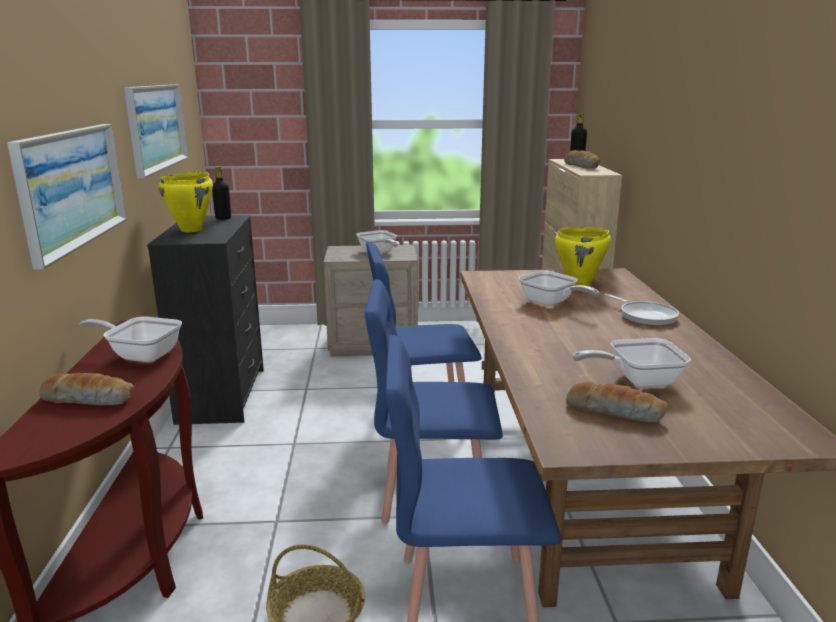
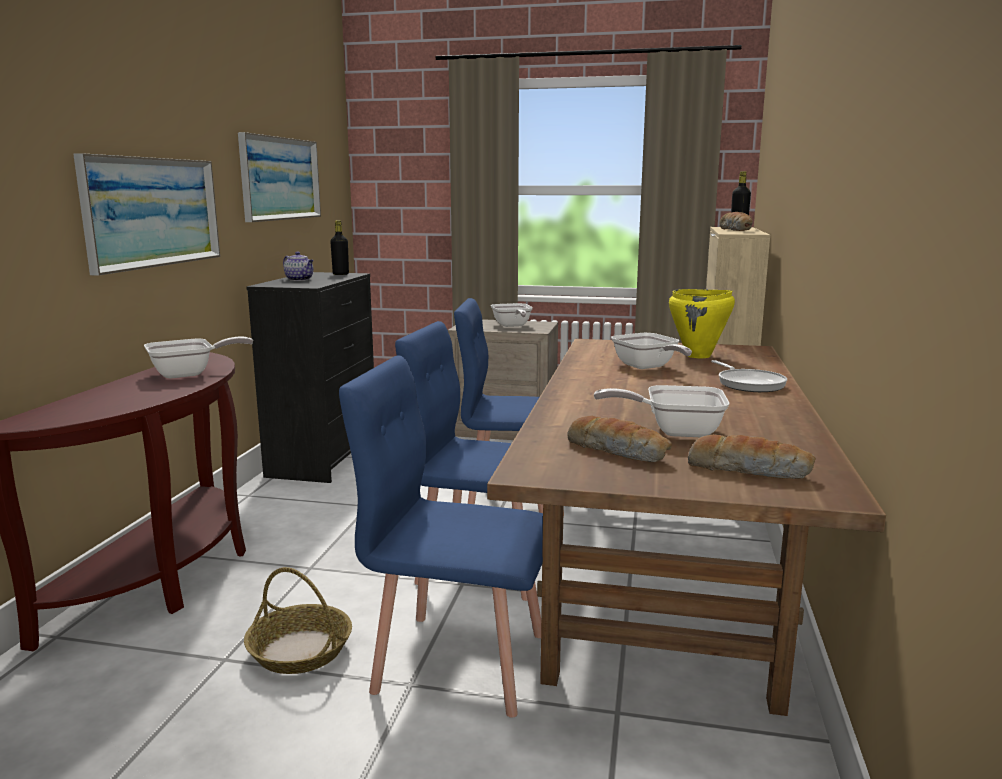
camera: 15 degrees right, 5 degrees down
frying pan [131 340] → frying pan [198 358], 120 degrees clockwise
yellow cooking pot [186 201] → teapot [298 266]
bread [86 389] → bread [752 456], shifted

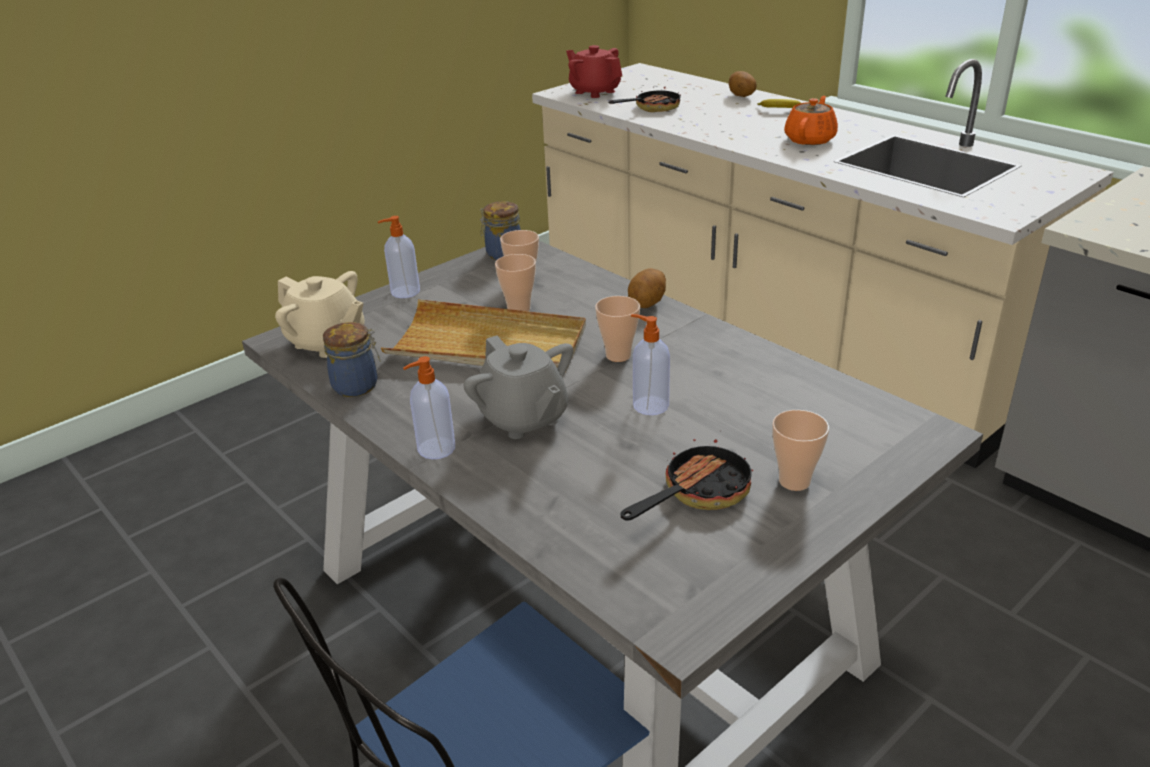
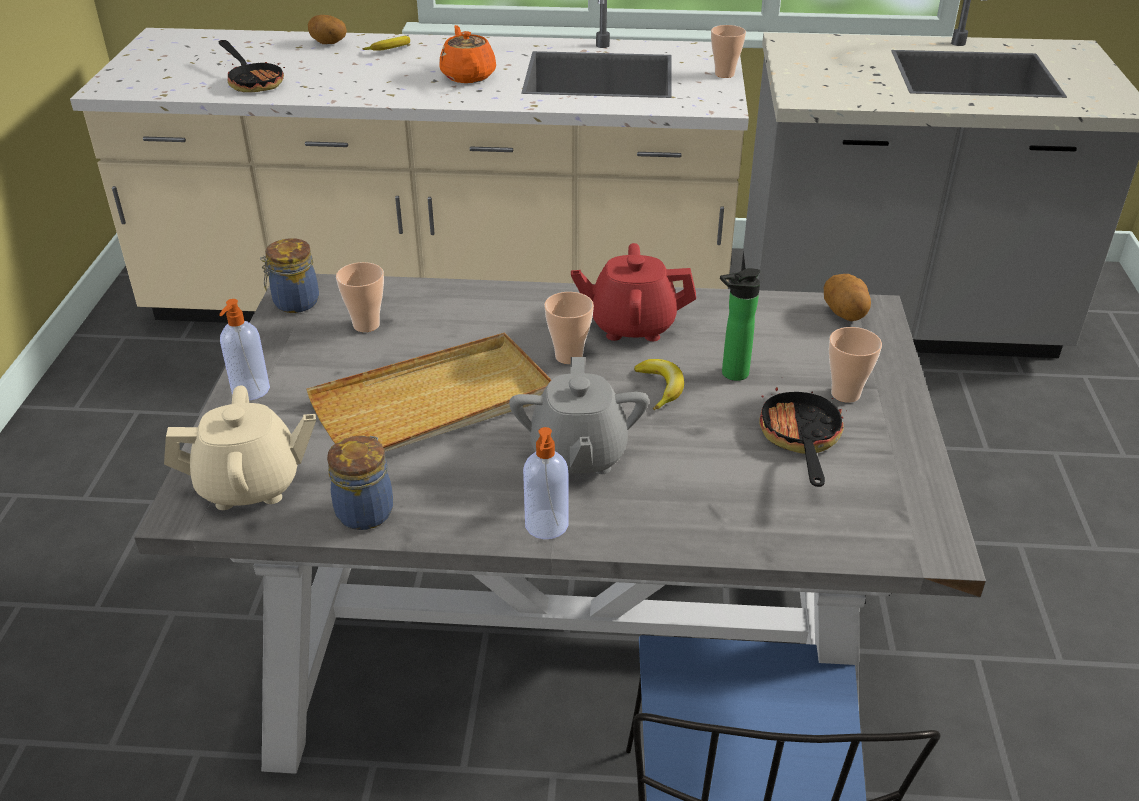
camera: 45 degrees left, 5 degrees up
frying pan [644 99] → frying pan [252 66], 135 degrees clockwise
grey teapot [518 387] → grey teapot [579 415], 75 degrees clockwise
red teapot [594 71] → red teapot [633 292], shifted
soap dispenser [650 364] → banana [659 384]
cup [515 282] → cup [728 51], shifted
- → bottle [740 324]
potato [647 288] → potato [847 297], shifted

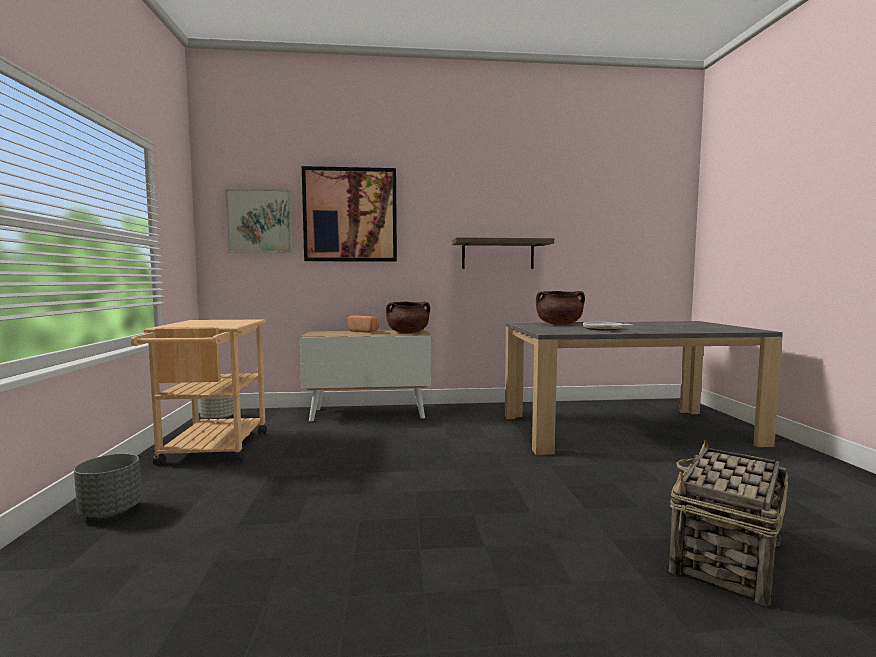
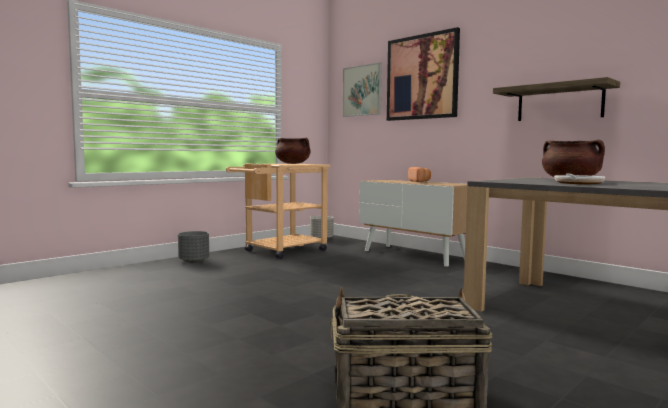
camera: 50 degrees right, 0 degrees up
brown cooking pot [408 317] → brown cooking pot [292 151], shifted

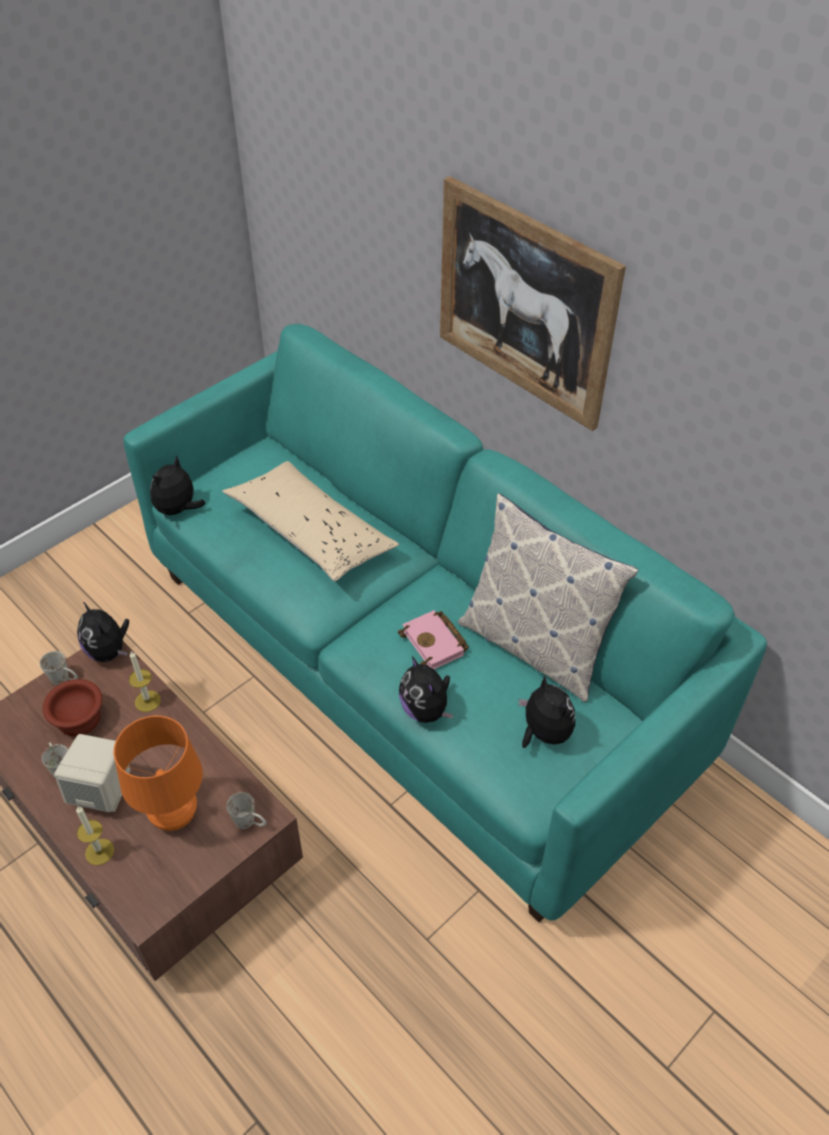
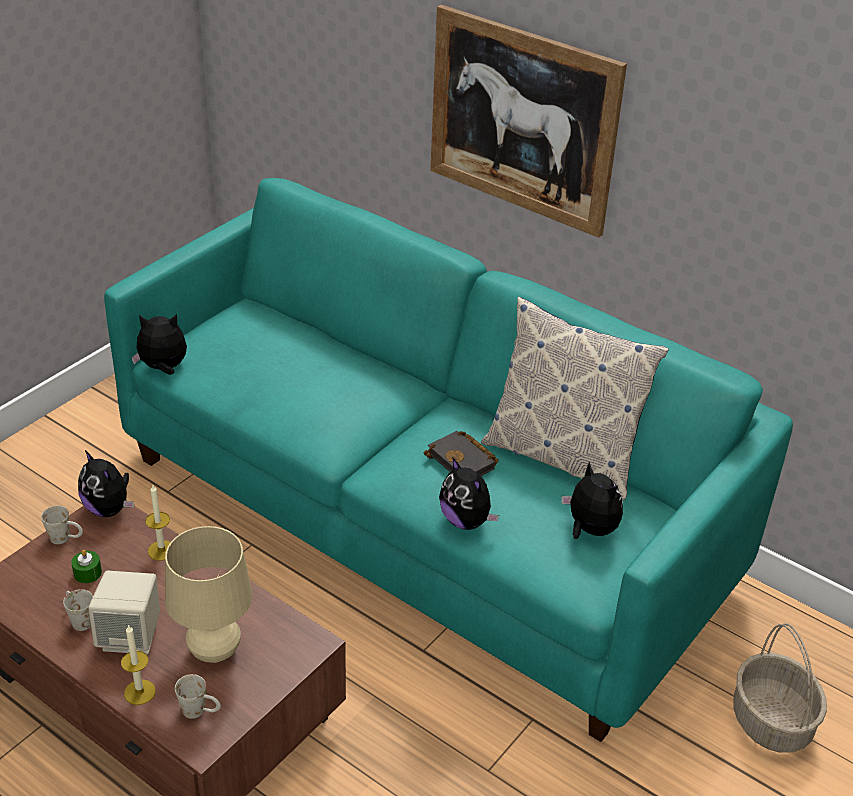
camera: 10 degrees left, 10 degrees down
brown bowl [72 707] → green candle [86 566]
plush toy [177 487] → plush toy [159 344], 60 degrees clockwise
orange table lamp [158 773] → beige table lamp [208 594]
white mug [246 810] → white mug [198 696], shifted
pink book [433 639] → black book [461 453]
- → basket [780 687]
beige pillow [310 521] → -

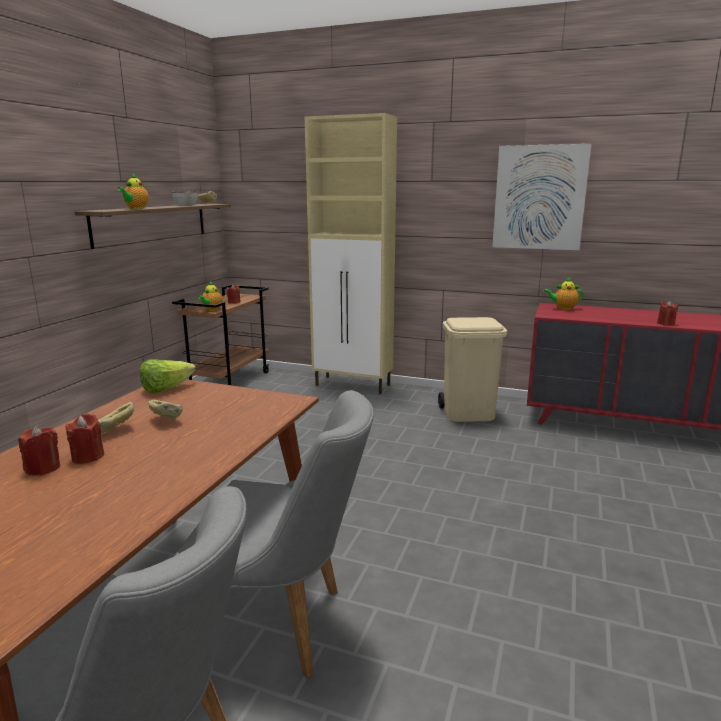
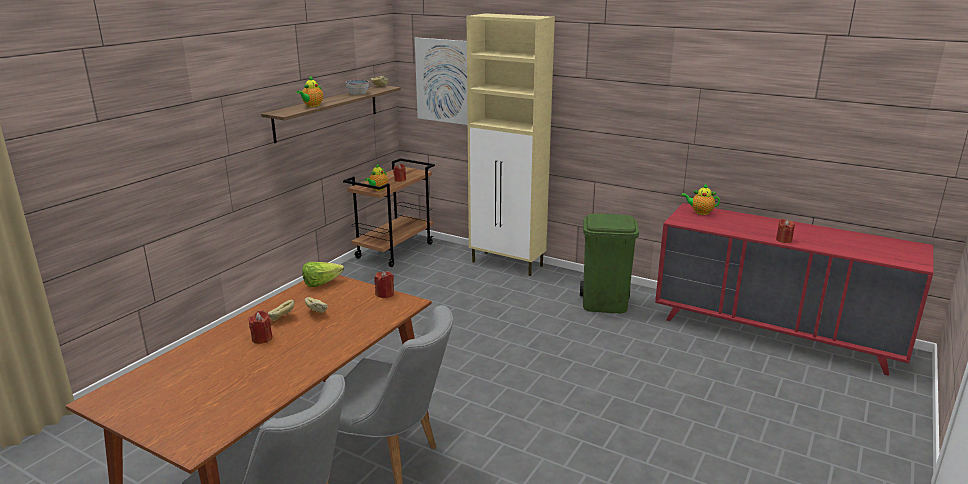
camera: 10 degrees right, 5 degrees up
red candle [39 450] → red candle [384 284], shifted
picture [541 197] → picture [441 81], shifted
beige trash can [472 369] → green trash can [609 263]

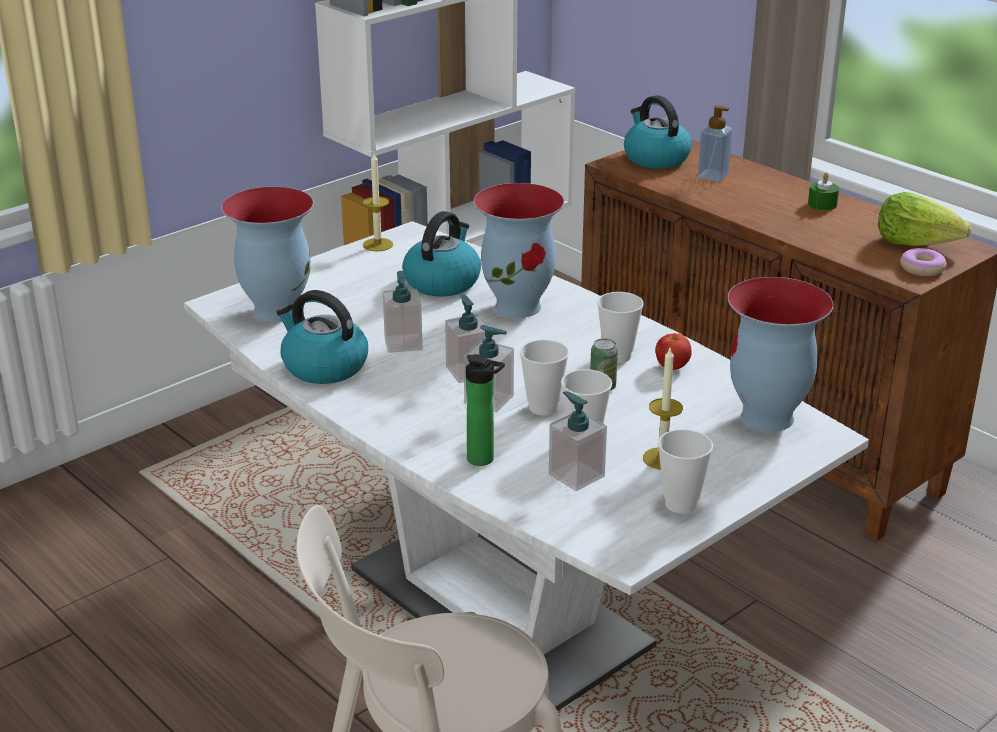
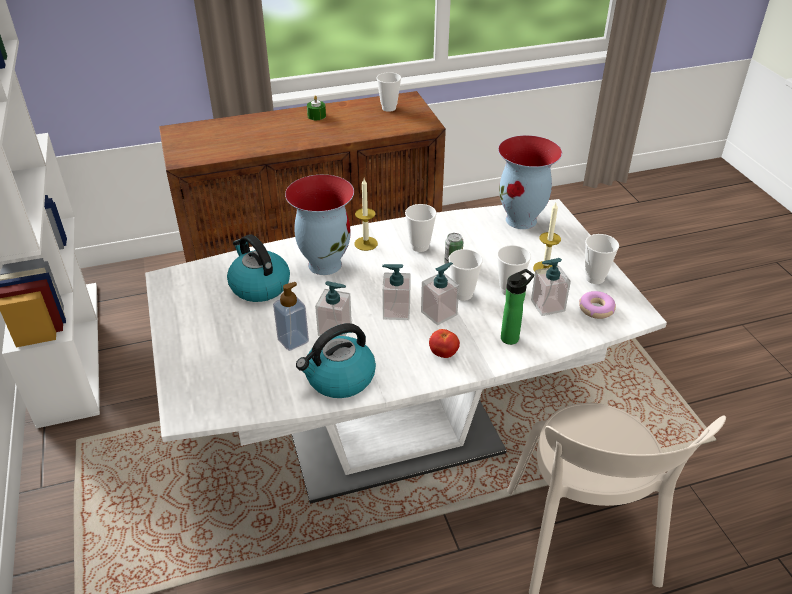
camera: 65 degrees left, 10 degrees up
soap dispenser [715 144] → soap dispenser [291 316], shifted
candle [378 202] → candle [366 215], shifted
lettuce [924 219] → cup [388 92]
tomato [673 351] → tomato [444 343], shifted
donut [923 262] → donut [597 305], shifted
vase [267 254] → -
kettle [658 132] → -

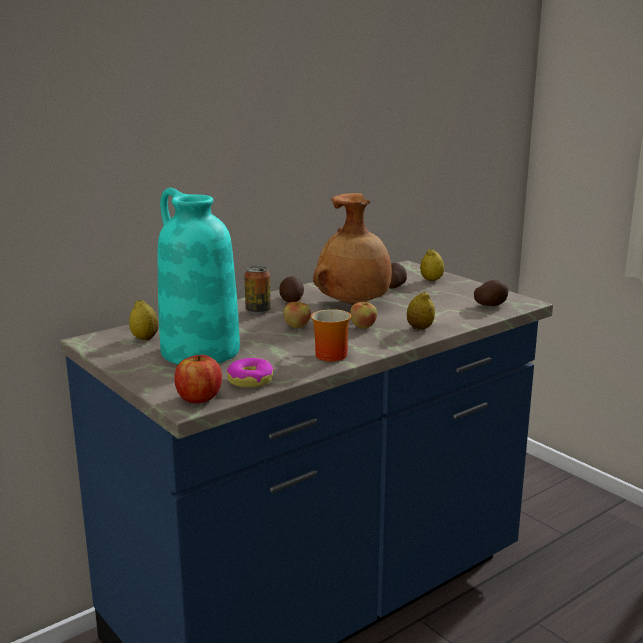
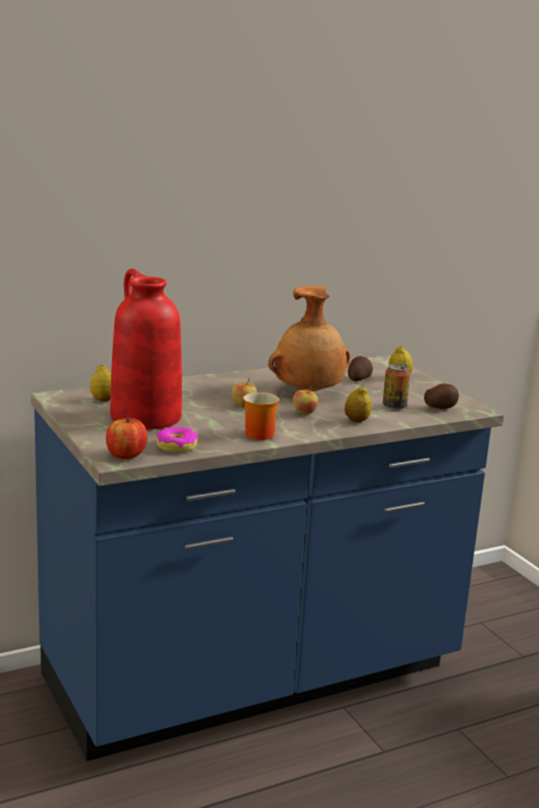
camera: 10 degrees right, 0 degrees up
turquoise vase [199 276] → red vase [146 349]
can [257 290] → can [396 387], shifted
potato [291 289] → -

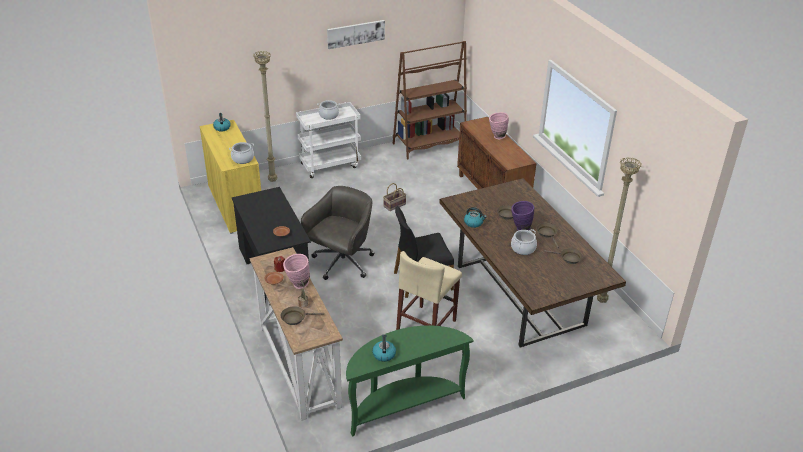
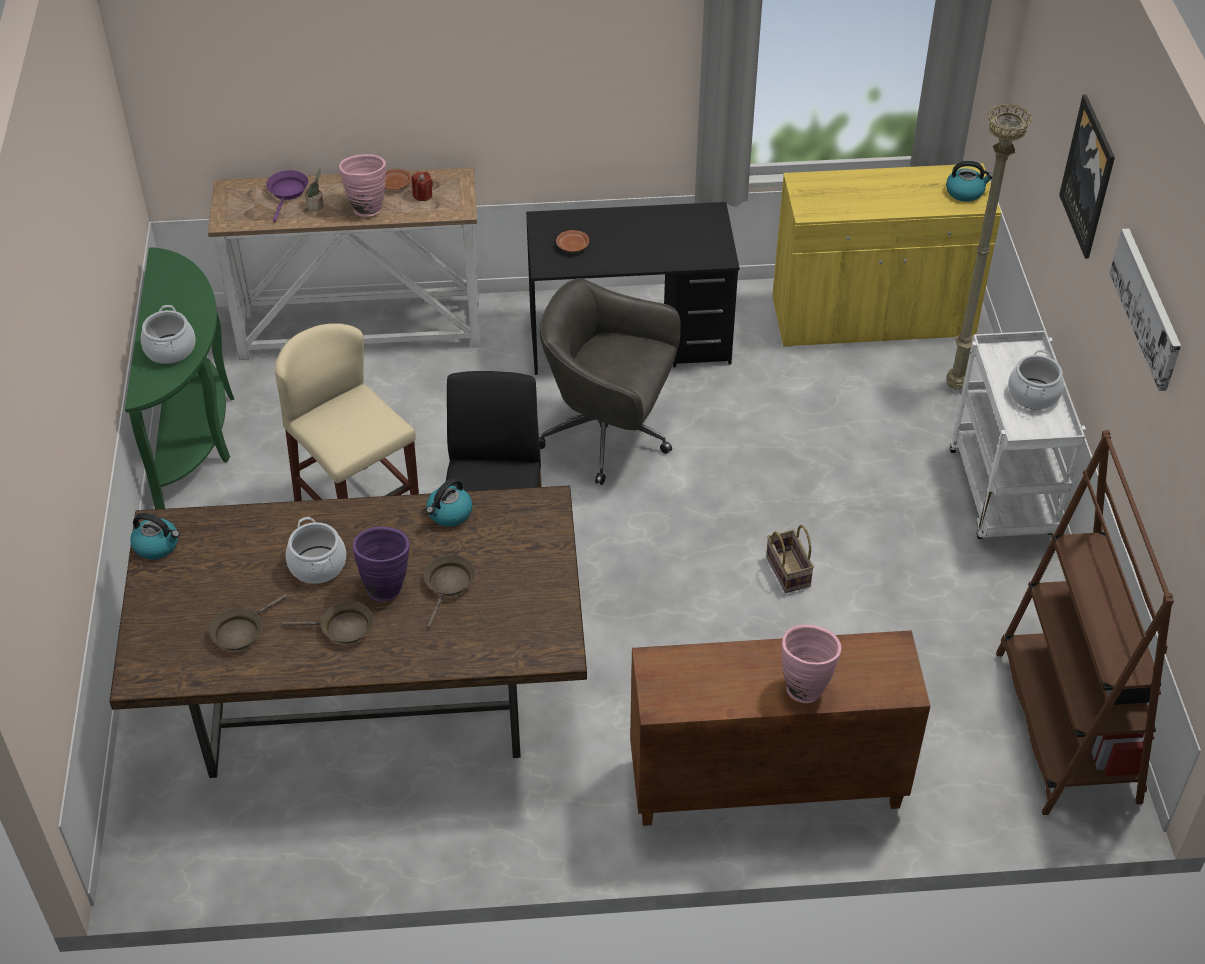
camera: 110 degrees right, 10 degrees up
kettle [384 348] → kettle [155 536], shifted
cooking pot [241 153] → cooking pot [168 334], shifted
brown frying pan [302 315] → purple frying pan [287 196]
grey office chair [338 233] → grey office chair [610 381], 150 degrees clockwise
- → picture [1087 177]
beige floor lamp [619 230] → -

